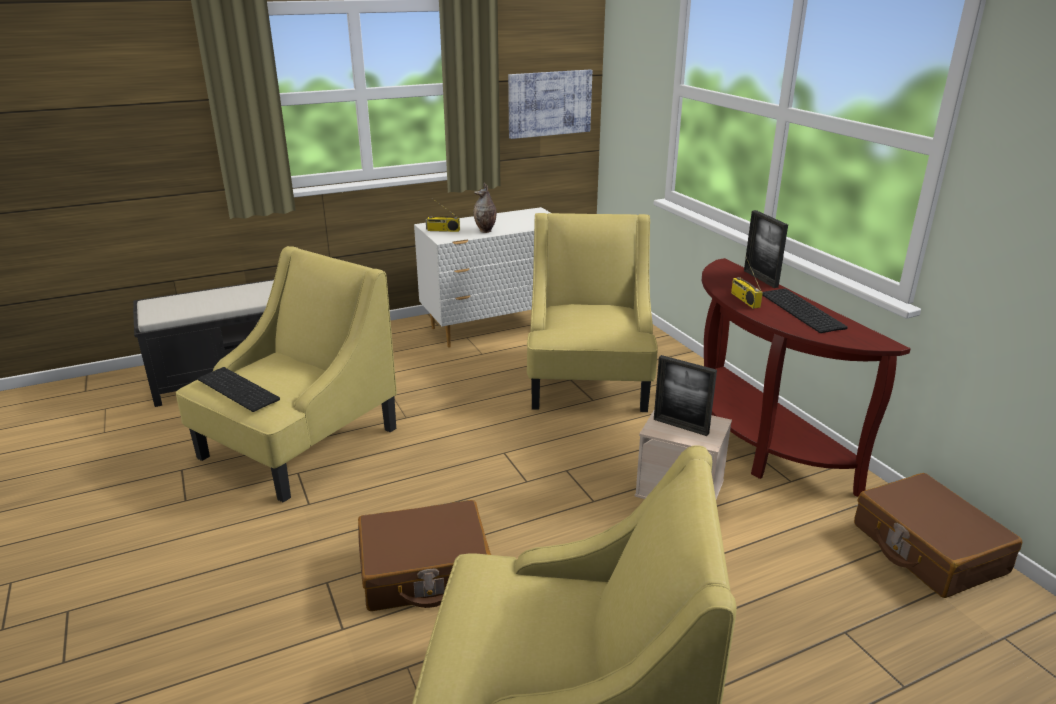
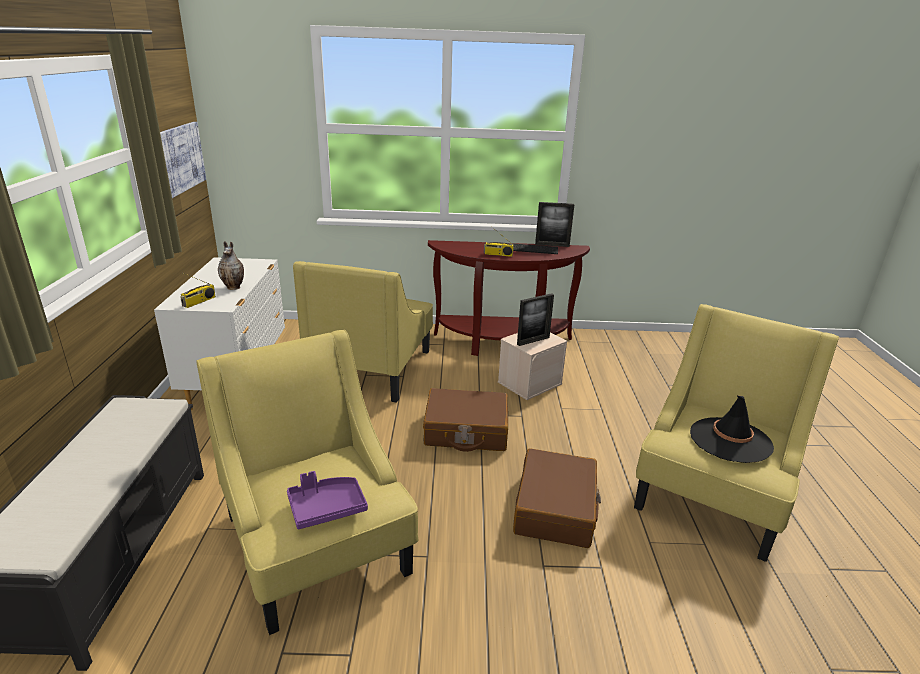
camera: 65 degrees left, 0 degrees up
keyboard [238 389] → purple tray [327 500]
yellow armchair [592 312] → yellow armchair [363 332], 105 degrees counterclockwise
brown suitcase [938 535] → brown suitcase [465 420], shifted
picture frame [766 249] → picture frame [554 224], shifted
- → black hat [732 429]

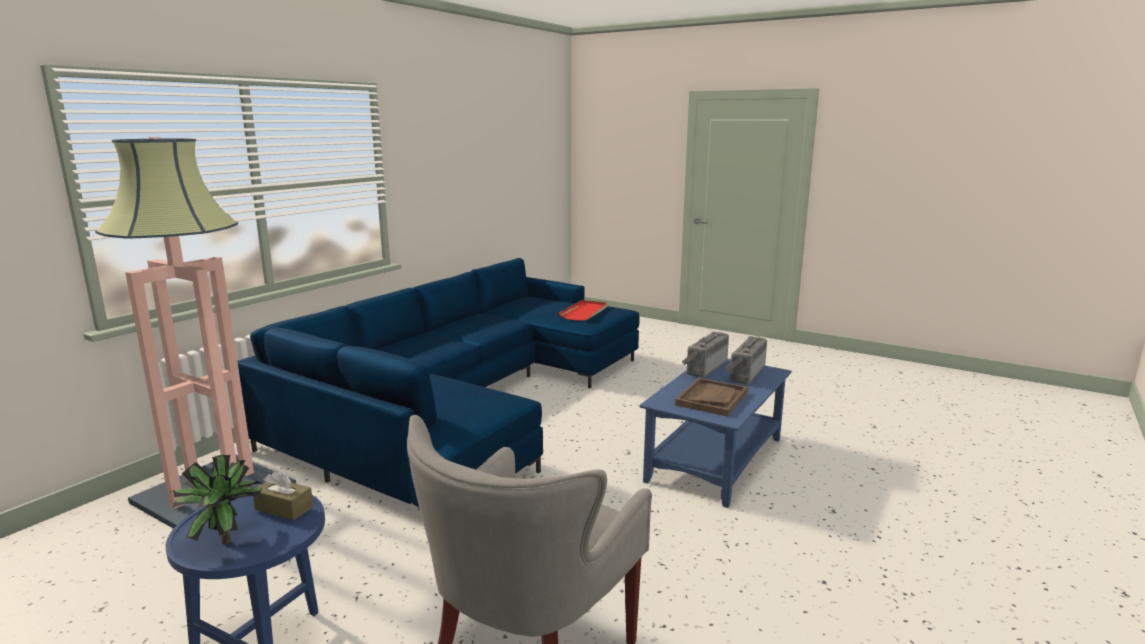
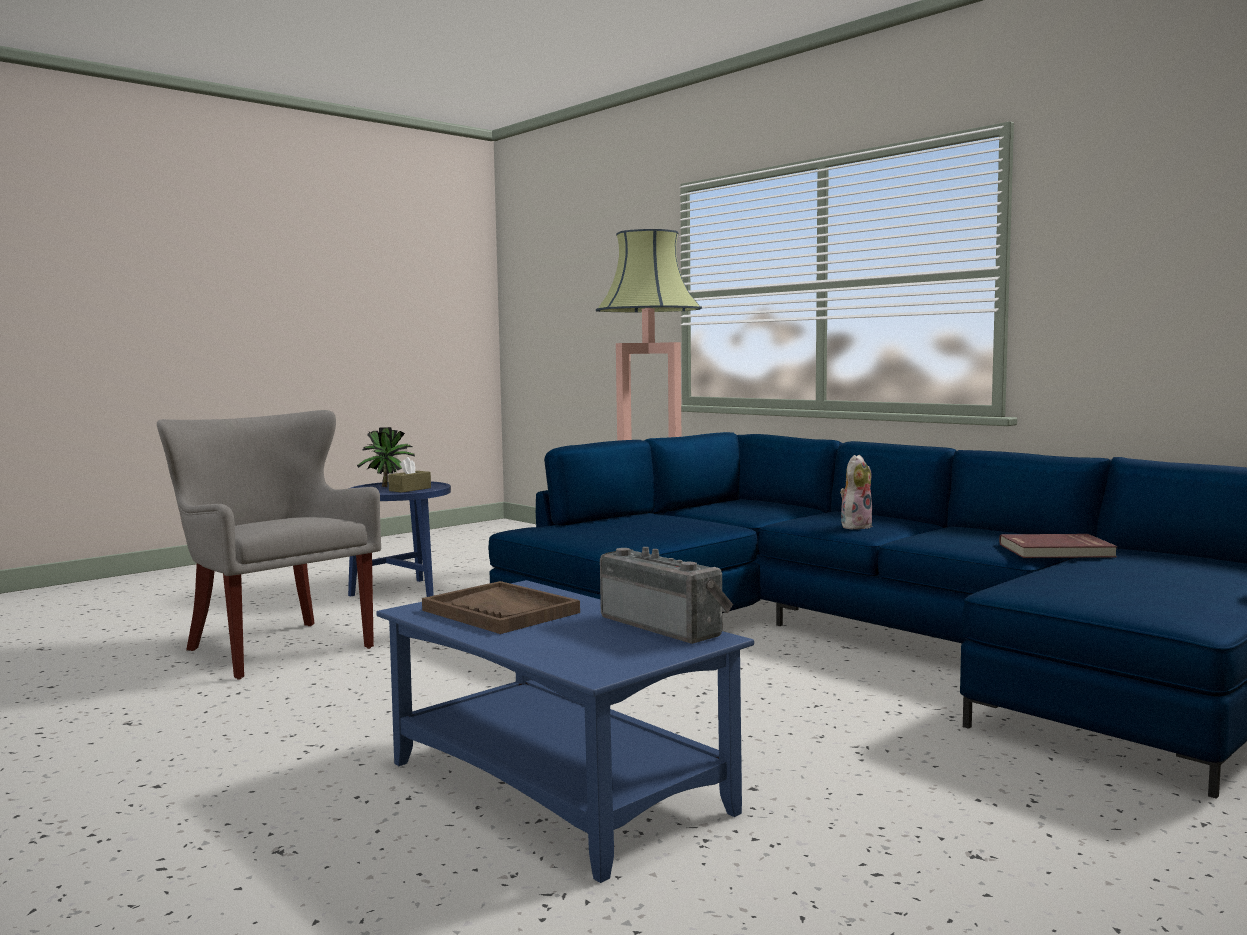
camera: 105 degrees right, 10 degrees down
- → plush toy [856 492]
- → red book [1058 546]
red tray [583 310] → -
radio [746 360] → -

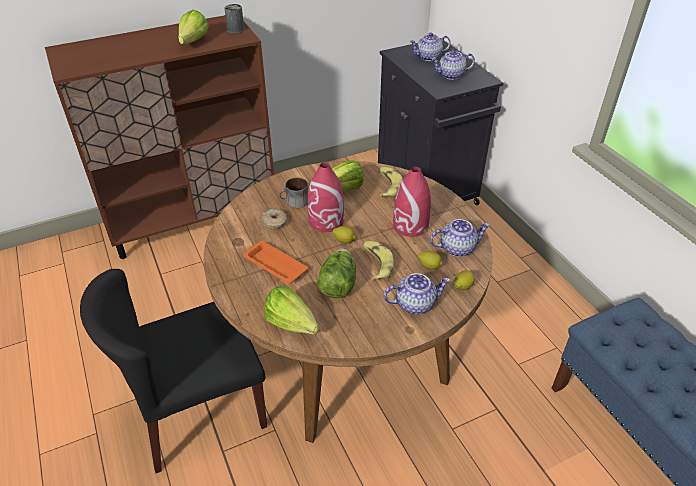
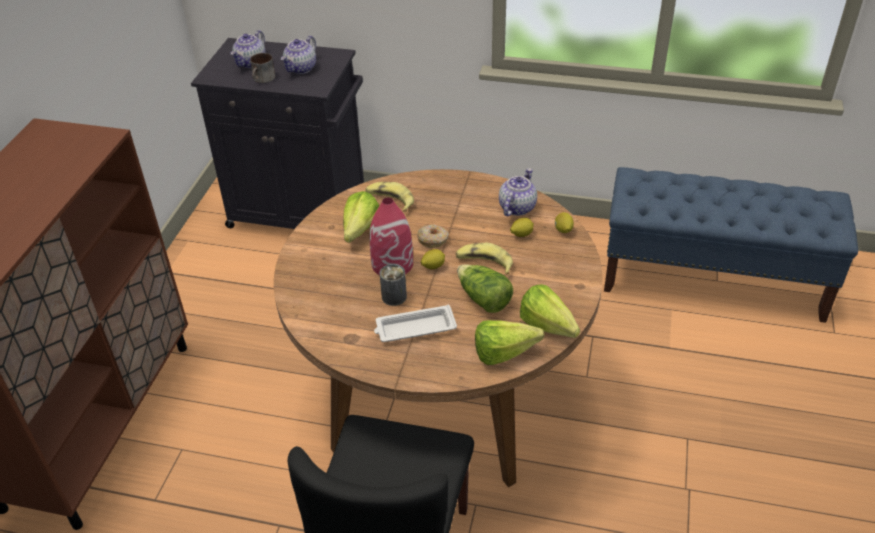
camera: 50 degrees left, 0 degrees up
mug [293 192] → mug [262 68], shifted
orange tray [275 262] → white tray [415 323]
can [234 19] → can [393 285], shifted
donut [273 218] → donut [433 236], shifted
lettuce [193 27] → lettuce [550 311], shifted
teapot [417 293] → -
red vase [412 202] → -

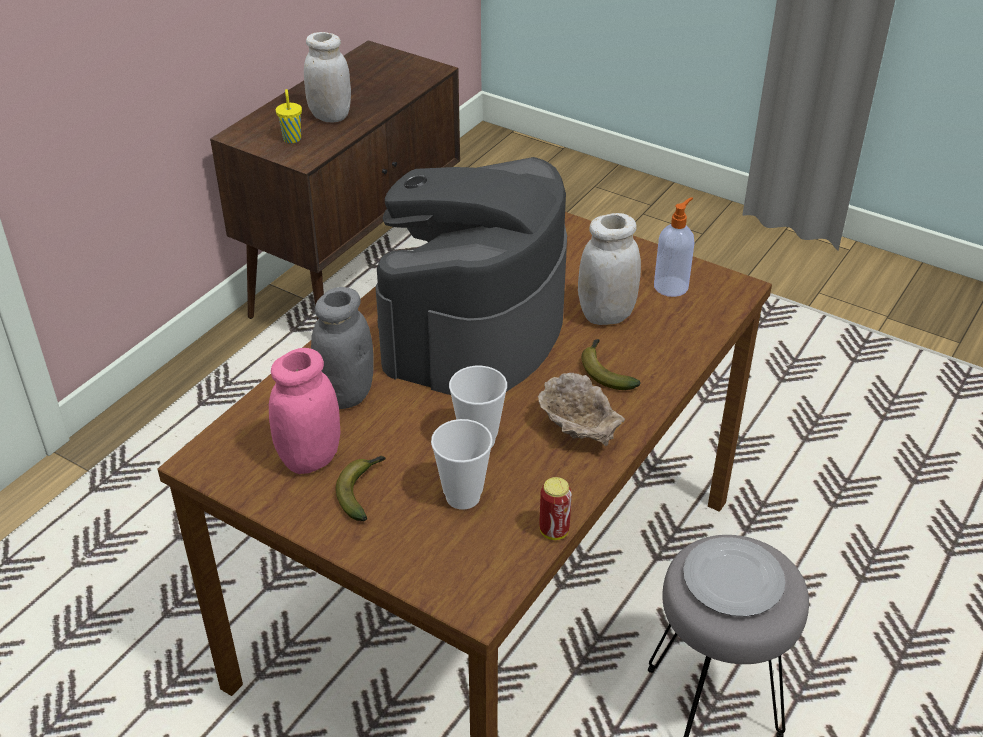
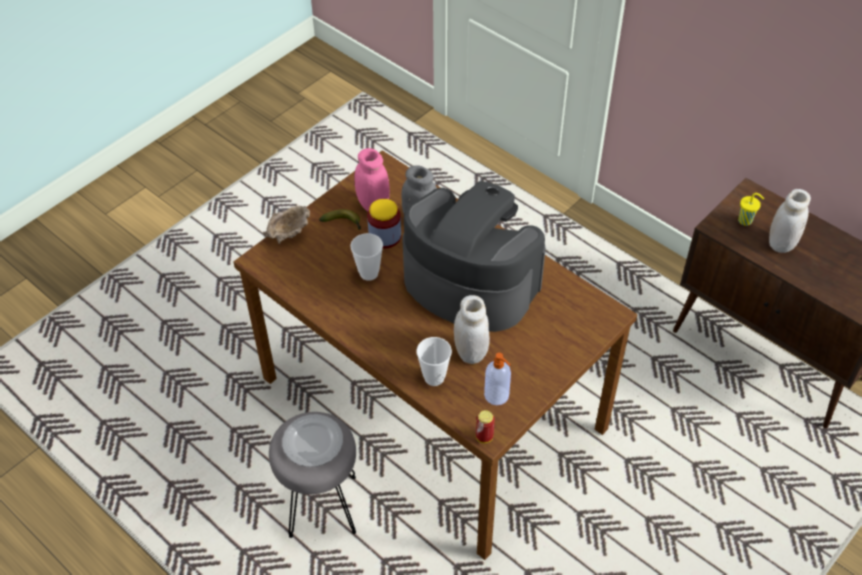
camera: 100 degrees right, 10 degrees up
beige bowl [581 409] → beige bowl [286 225], shifted
- → jar [384 223]
cup [462 464] → cup [434 361], shifted
can [555 508] → can [485 426], shifted
banana [611 364] → -

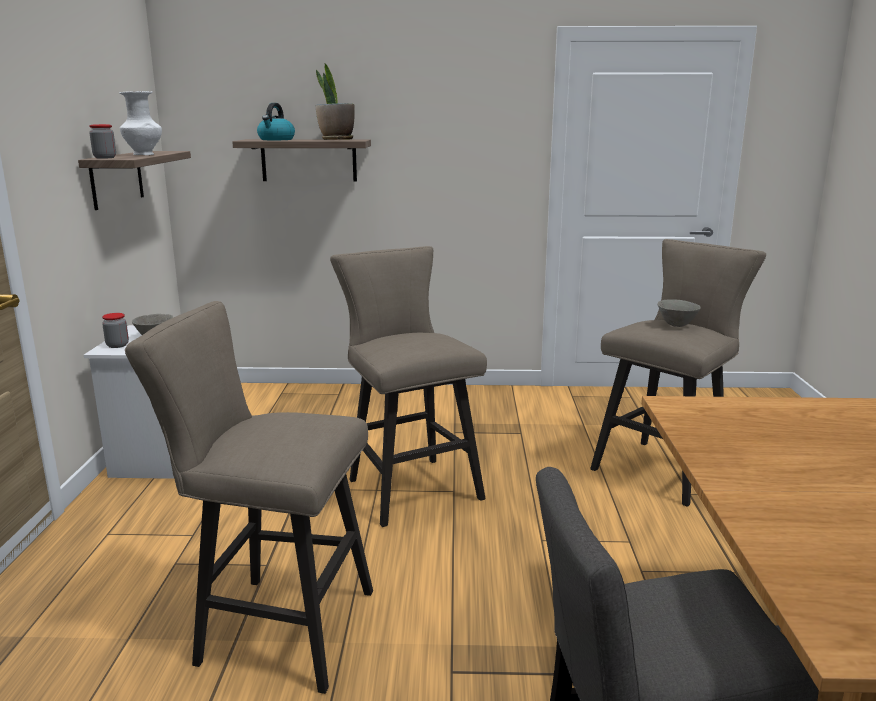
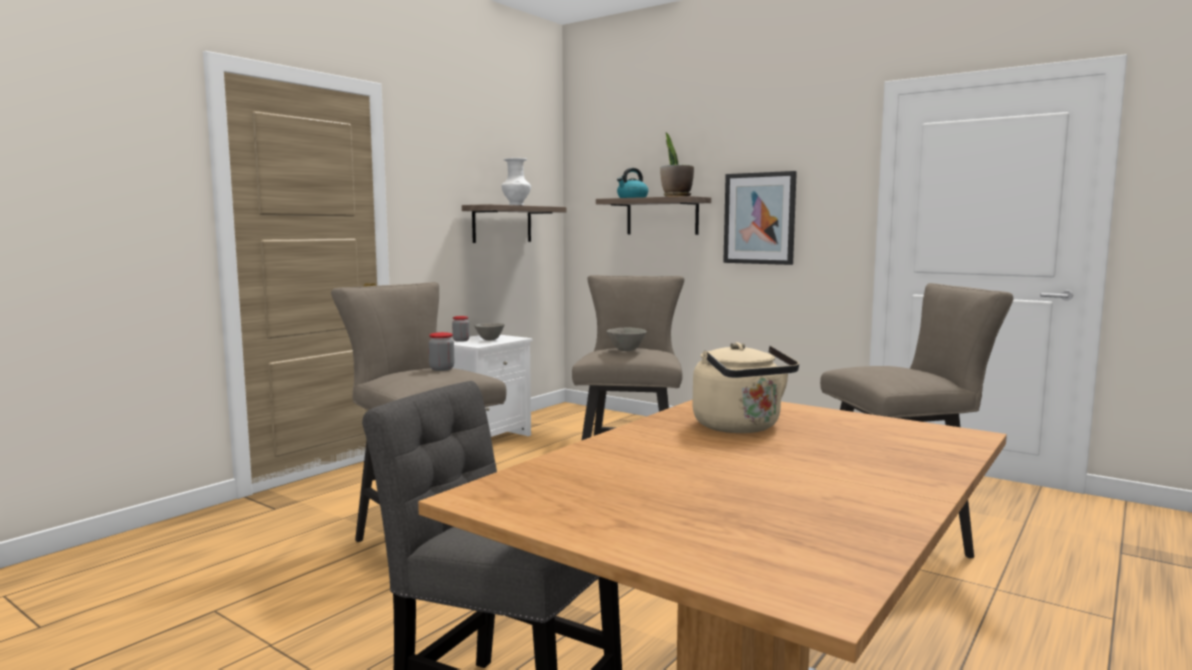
camera: 35 degrees right, 10 degrees down
jar [102 141] → jar [441 351], shifted
grey bowl [679 313] → grey bowl [627 339], shifted
- → beige kettle [746 387]
- → picture [760 218]

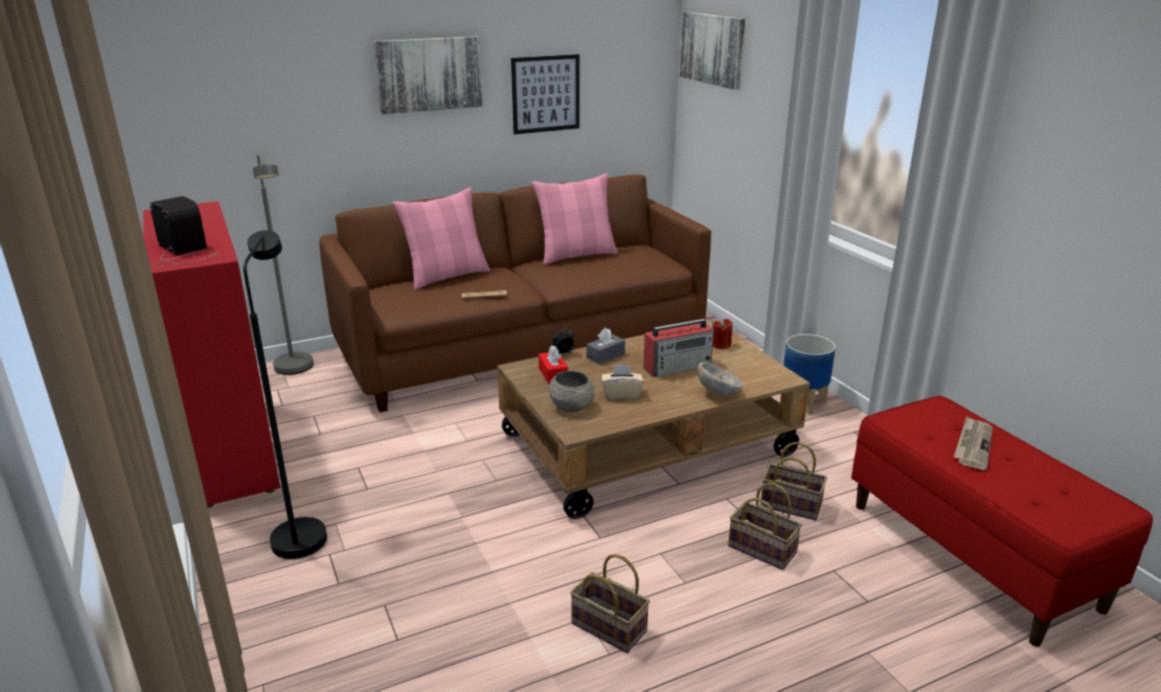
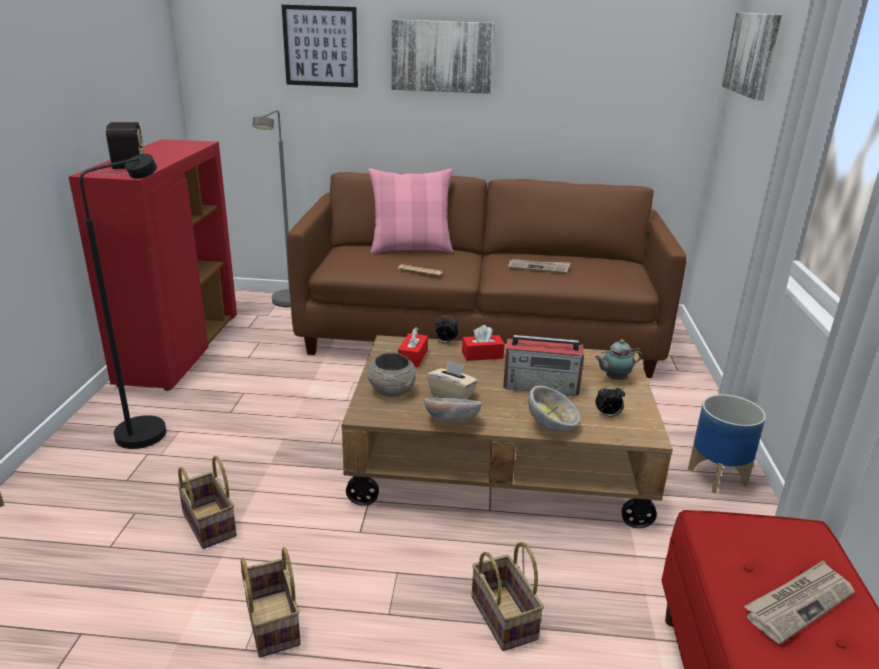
camera: 30 degrees right, 0 degrees up
basket [793 481] → basket [207 502], shifted
picture [545 94] → picture [320 46], shifted
- → bowl [453 410]
grey tissue box [606 346] → red tissue box [483 343]
- → newspaper [539 266]
red candle [722 334] → teapot [618 359]
- → alarm clock [610 401]
pink pillow [575 219] → -

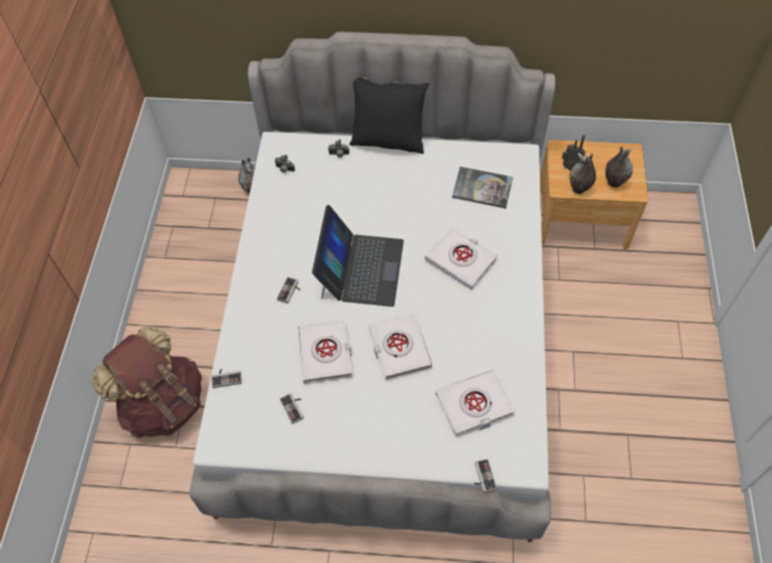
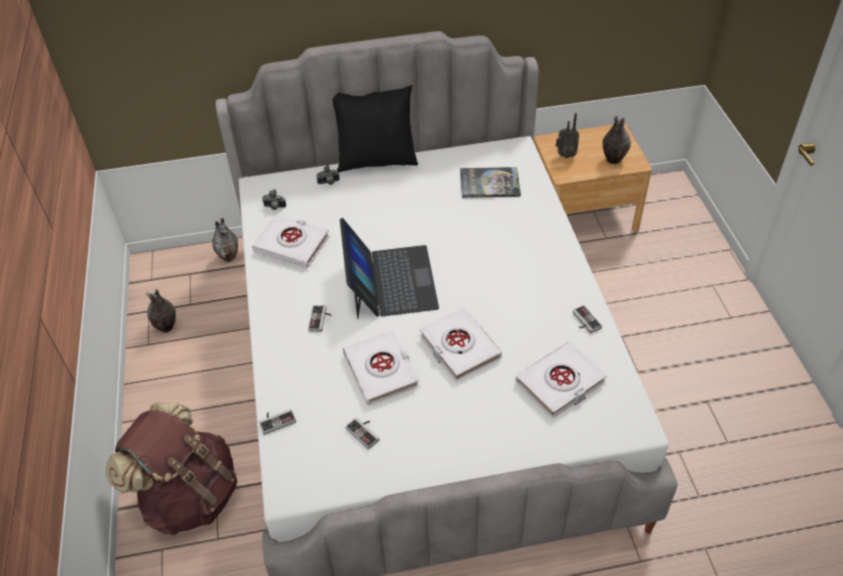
camera: 15 degrees left, 10 degrees down
vase [583 173] → vase [161 311], shifted
white book [461 258] → white book [290 241], shifted
game controller [485 476] → game controller [587 319], shifted

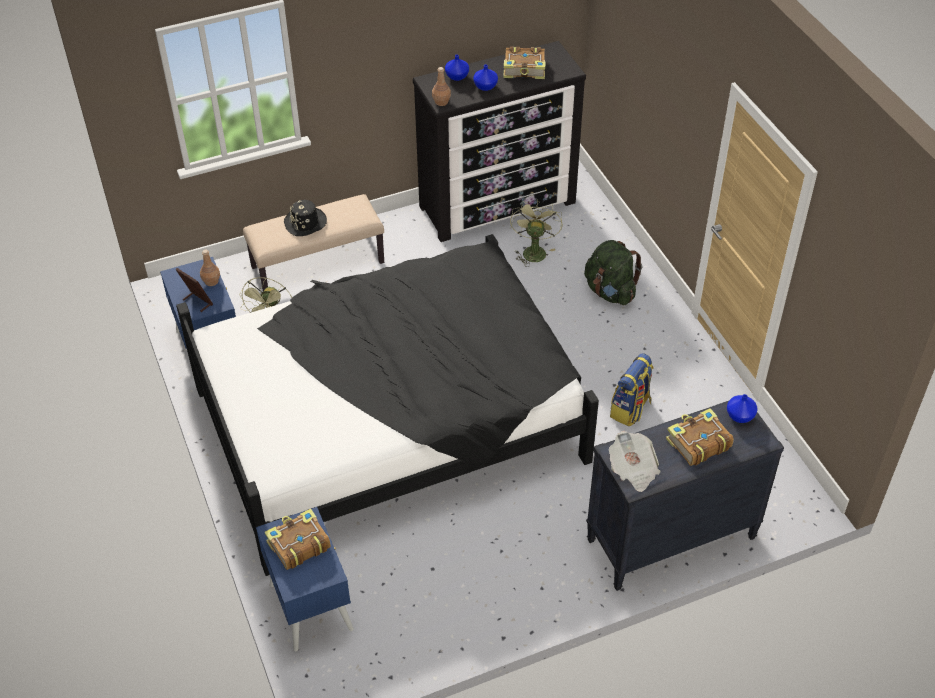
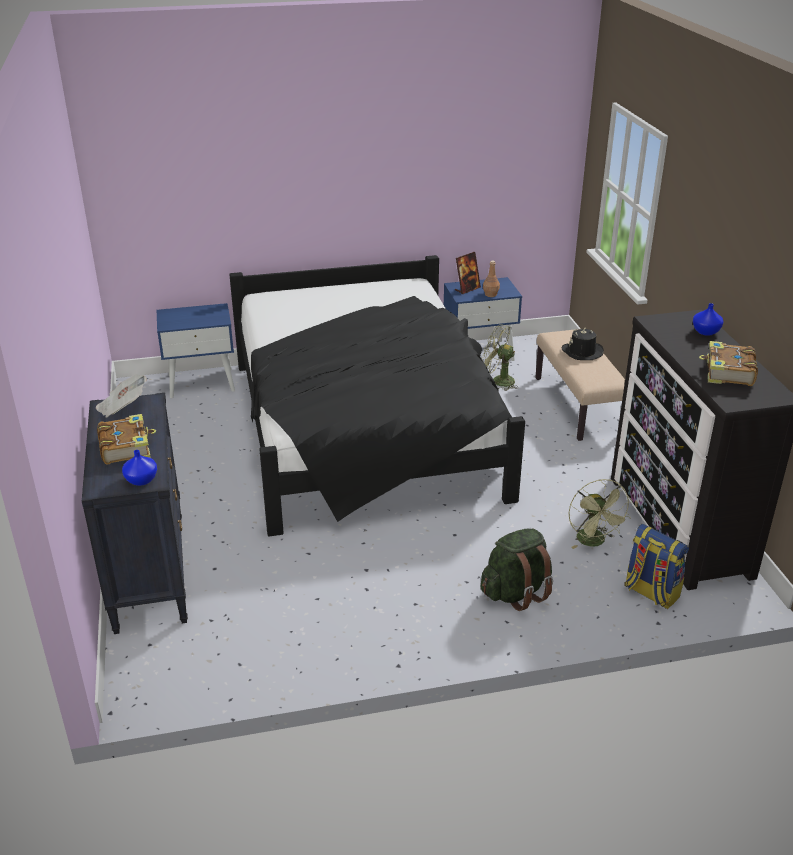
camera: 100 degrees right, 15 degrees down
green fan [536 233] → green fan [600 514], 60 degrees clockwise
backpack [632 389] → backpack [656 566], shifted
book [298 539] → -
brown bottle [441 86] → -
blue vase [485 77] → -

